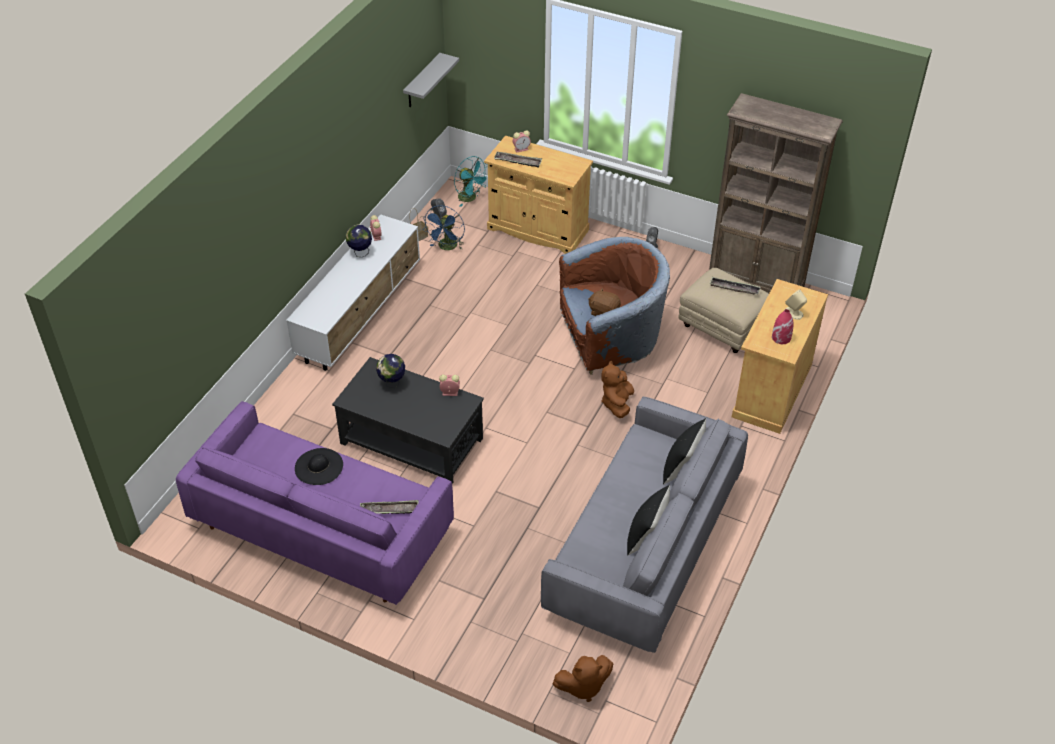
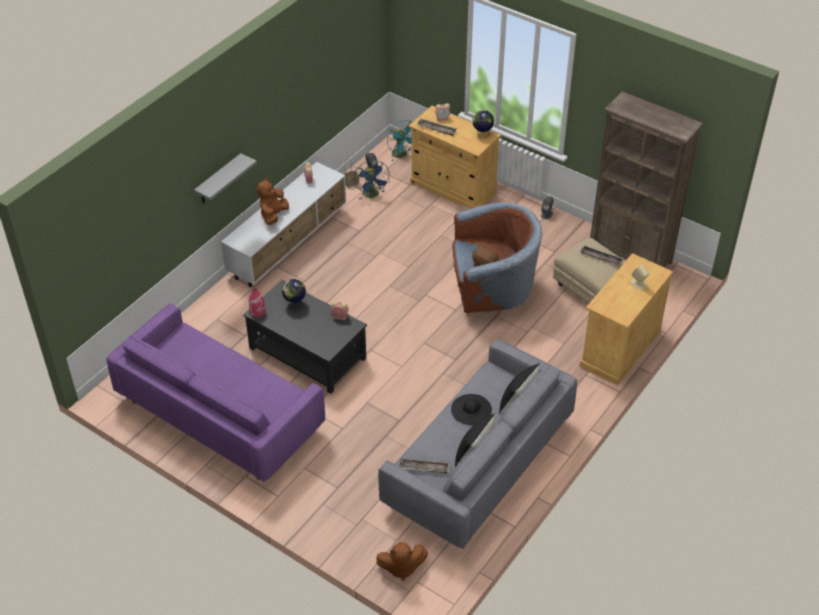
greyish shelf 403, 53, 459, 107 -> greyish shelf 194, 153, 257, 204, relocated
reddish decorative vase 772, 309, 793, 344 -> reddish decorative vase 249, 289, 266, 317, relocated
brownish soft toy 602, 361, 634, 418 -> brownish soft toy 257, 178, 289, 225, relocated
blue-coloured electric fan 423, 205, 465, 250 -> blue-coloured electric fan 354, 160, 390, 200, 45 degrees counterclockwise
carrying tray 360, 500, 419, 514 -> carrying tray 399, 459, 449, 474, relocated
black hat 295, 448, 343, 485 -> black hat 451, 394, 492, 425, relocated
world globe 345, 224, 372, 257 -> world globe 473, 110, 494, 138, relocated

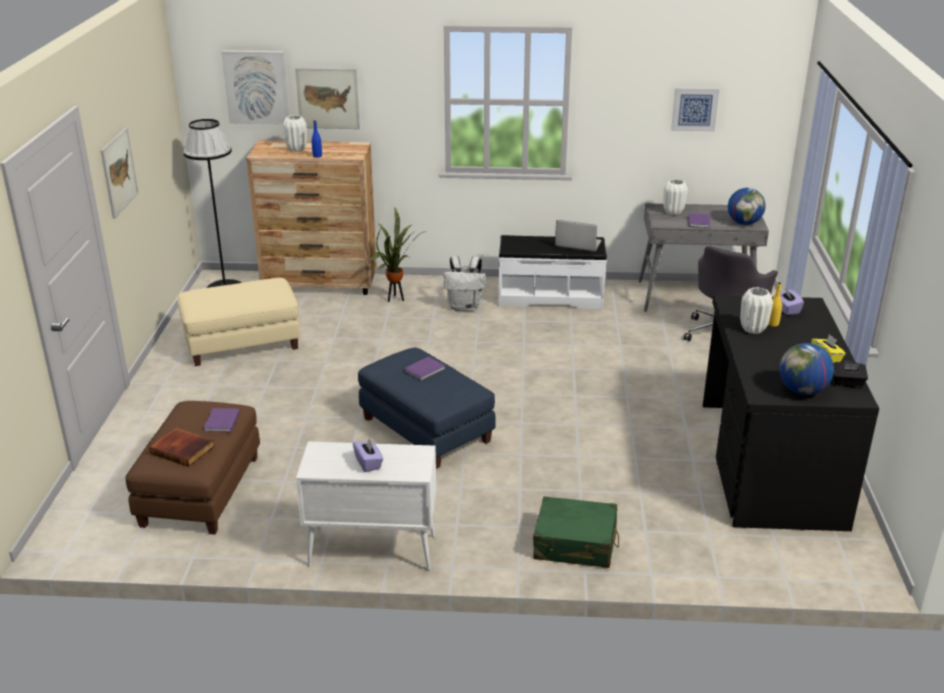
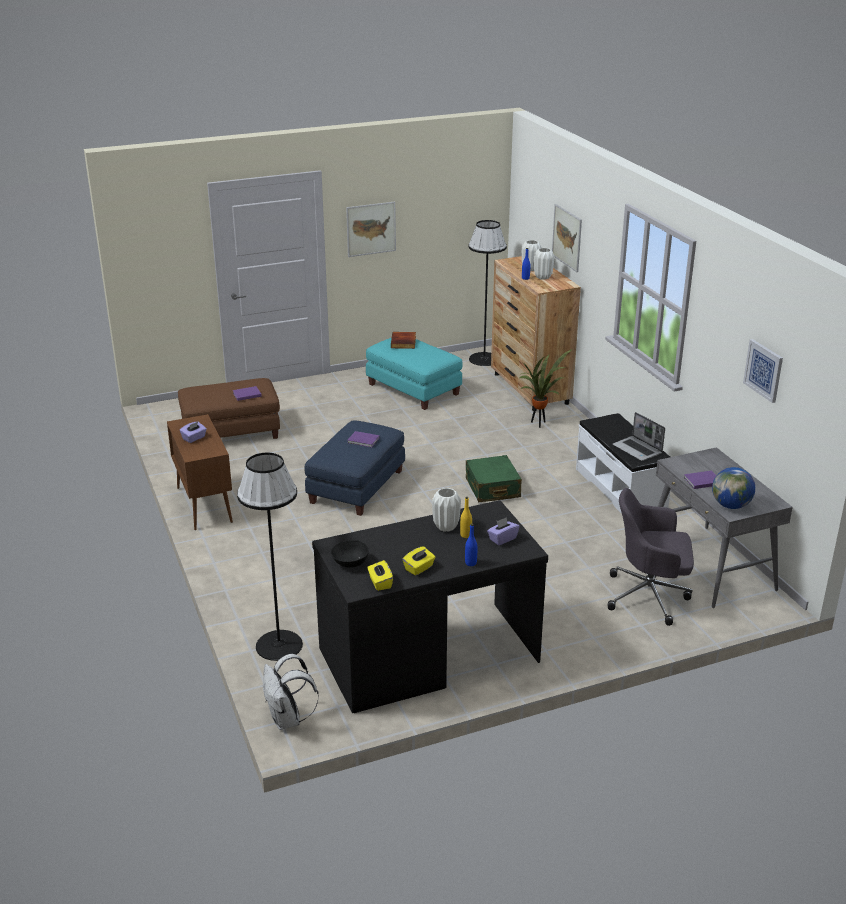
white cabinet 296, 442, 436, 571 -> brownish cabinet 167, 414, 233, 530
none -> black floor lamp 237, 453, 303, 661
white knapsack 444, 256, 486, 311 -> white knapsack 263, 654, 319, 730, relocated
world globe 779, 343, 834, 395 -> black deep dish 331, 540, 369, 568
beige-coloured footrest 177, 278, 300, 366 -> turquoise footrest 366, 338, 463, 410
black box of tissues 833, 362, 868, 387 -> yellowish box of tissues 367, 560, 393, 591
book 149, 427, 215, 467 -> book 391, 332, 416, 349, relocated
none -> blue-coloured beverage bottle 465, 524, 477, 566
green suitcase 533, 496, 619, 568 -> green suitcase 466, 455, 522, 502, relocated
white decorative vase 663, 179, 688, 215 -> white decorative vase 534, 248, 555, 280, relocated
notebook computer 555, 220, 602, 252 -> notebook computer 612, 412, 665, 461, 150 degrees clockwise
wall picture 221, 50, 289, 124 -> none

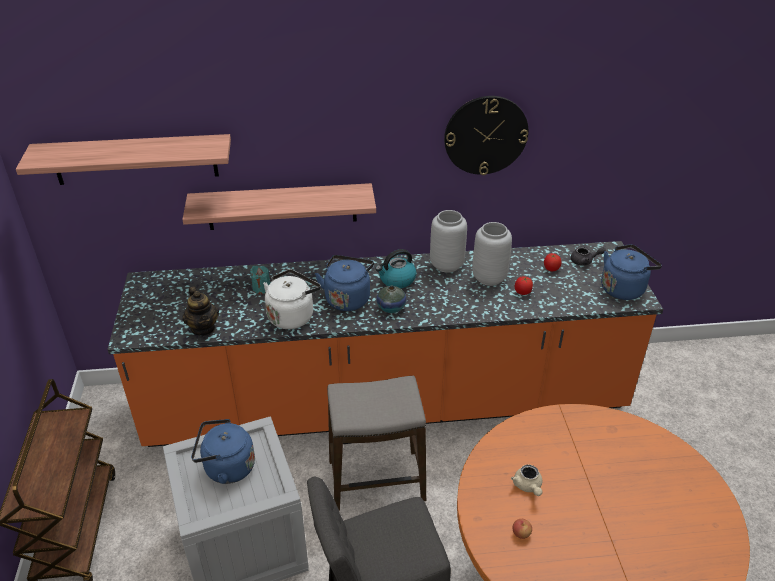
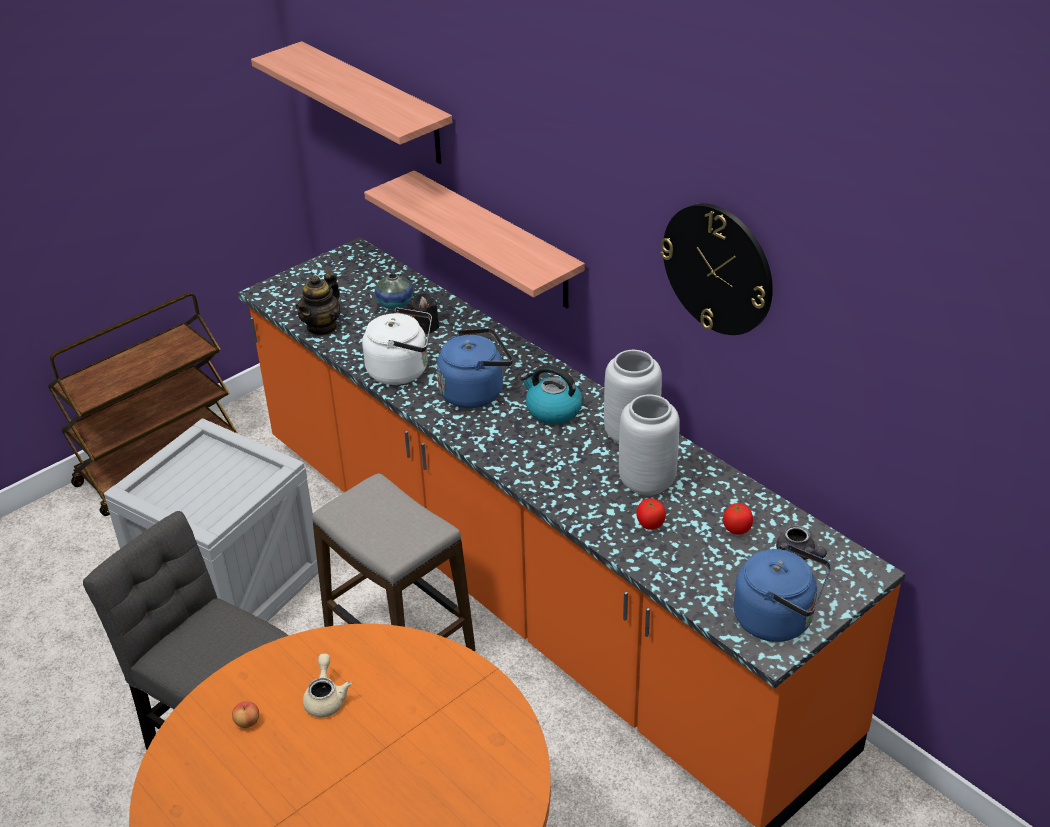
beige-coloured tea pot 511, 464, 543, 496 -> beige-coloured tea pot 303, 654, 352, 718, 135 degrees clockwise
decorative vase 376, 286, 406, 313 -> decorative vase 375, 274, 413, 310, relocated
turquoise wax candle 250, 266, 270, 294 -> black wax candle 410, 293, 439, 334
blue-coloured kettle 191, 419, 255, 484 -> none

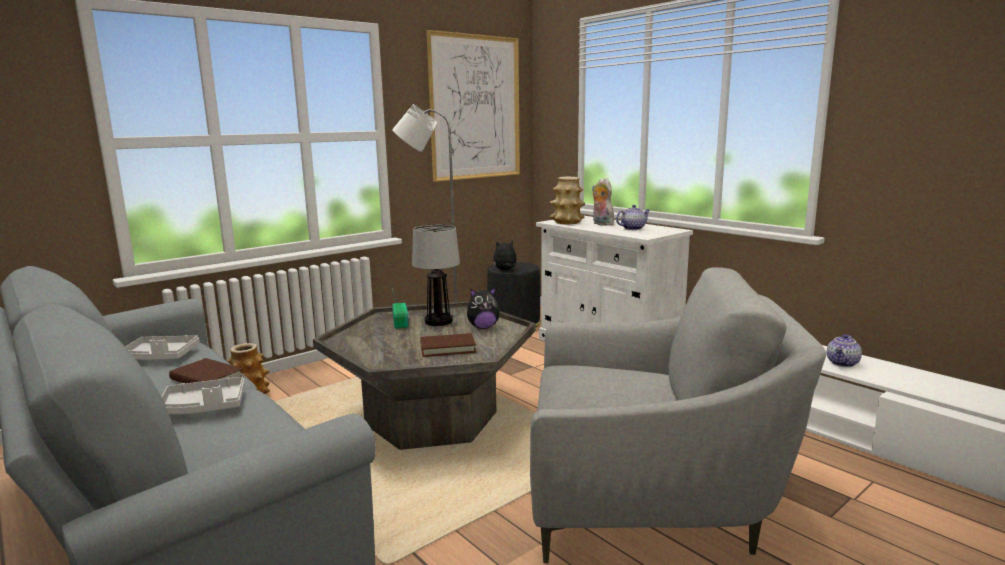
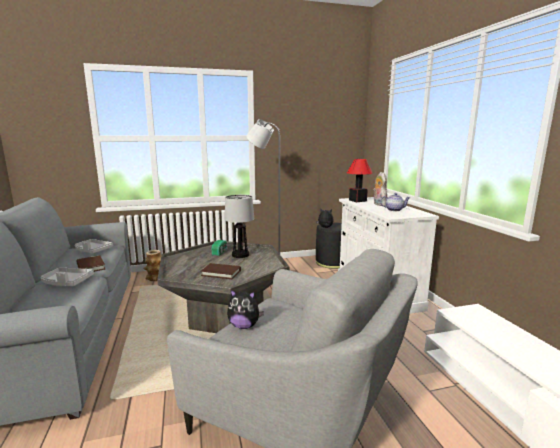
soft toy 467, 287, 500, 329 -> soft toy 227, 290, 264, 329, relocated
decorative vase 550, 177, 585, 224 -> lamp for a table 347, 159, 373, 202
wall picture 426, 30, 520, 182 -> none
tea pot 826, 334, 862, 367 -> none

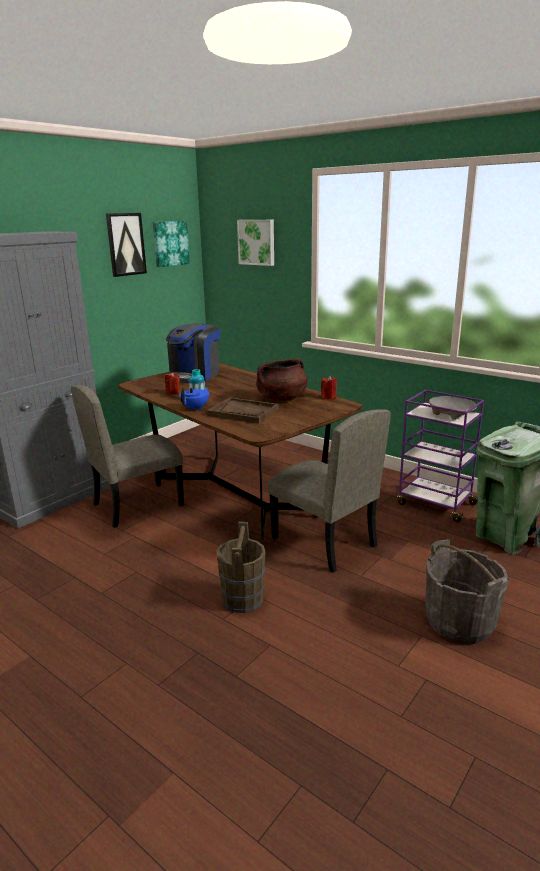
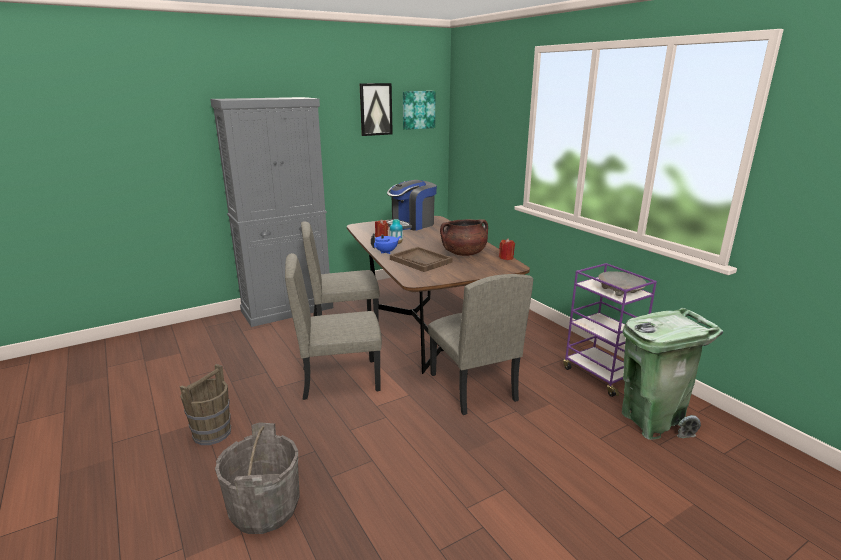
brownish water bucket 216, 522, 265, 613 -> brownish water bucket 180, 364, 231, 445, relocated
greyish water bucket 425, 539, 509, 644 -> greyish water bucket 215, 422, 299, 534, relocated
none -> beige-coloured plain chair 285, 253, 382, 400
wall picture 237, 220, 274, 266 -> none

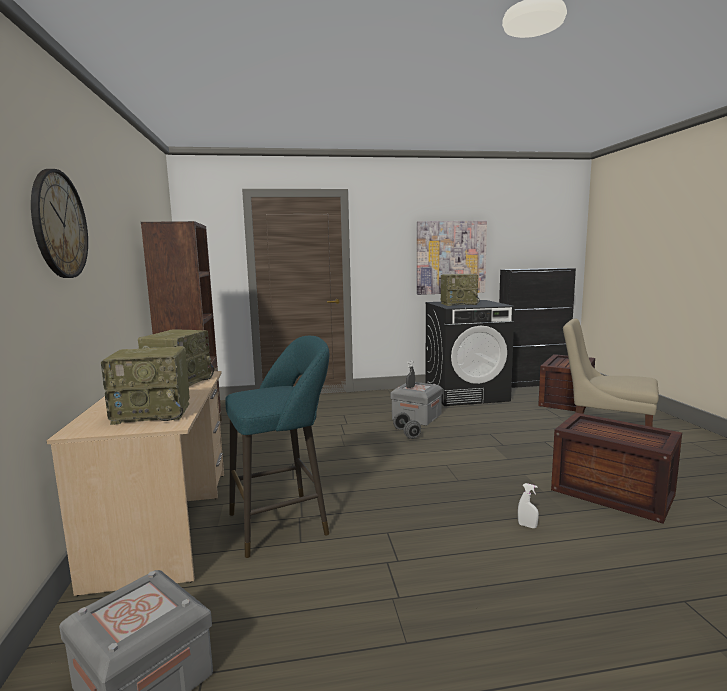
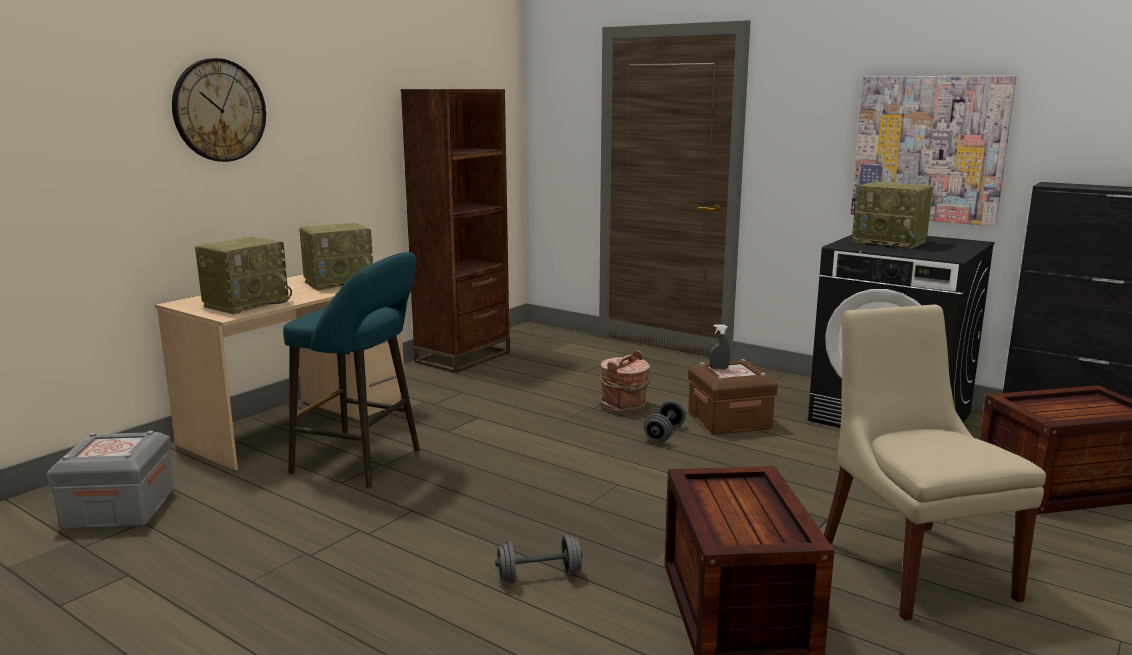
radio receiver 101, 346, 190, 425 -> radio receiver 195, 237, 292, 314, 90 degrees counterclockwise
white sprayer 518, 483, 539, 528 -> greyish free weight 495, 535, 583, 583
none -> brownish water bucket 600, 350, 650, 413
greyish storage box 390, 382, 443, 426 -> brownish storage box 688, 359, 778, 435

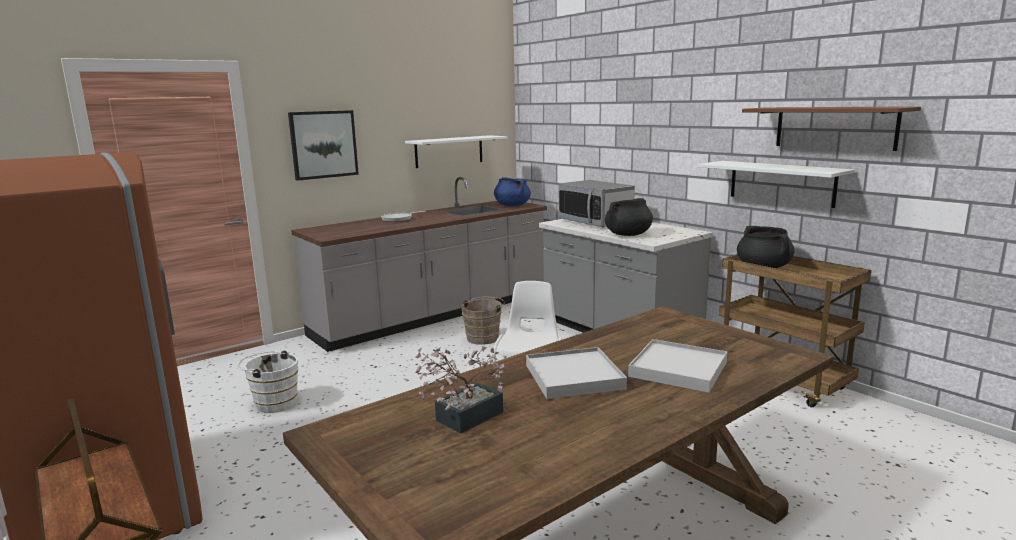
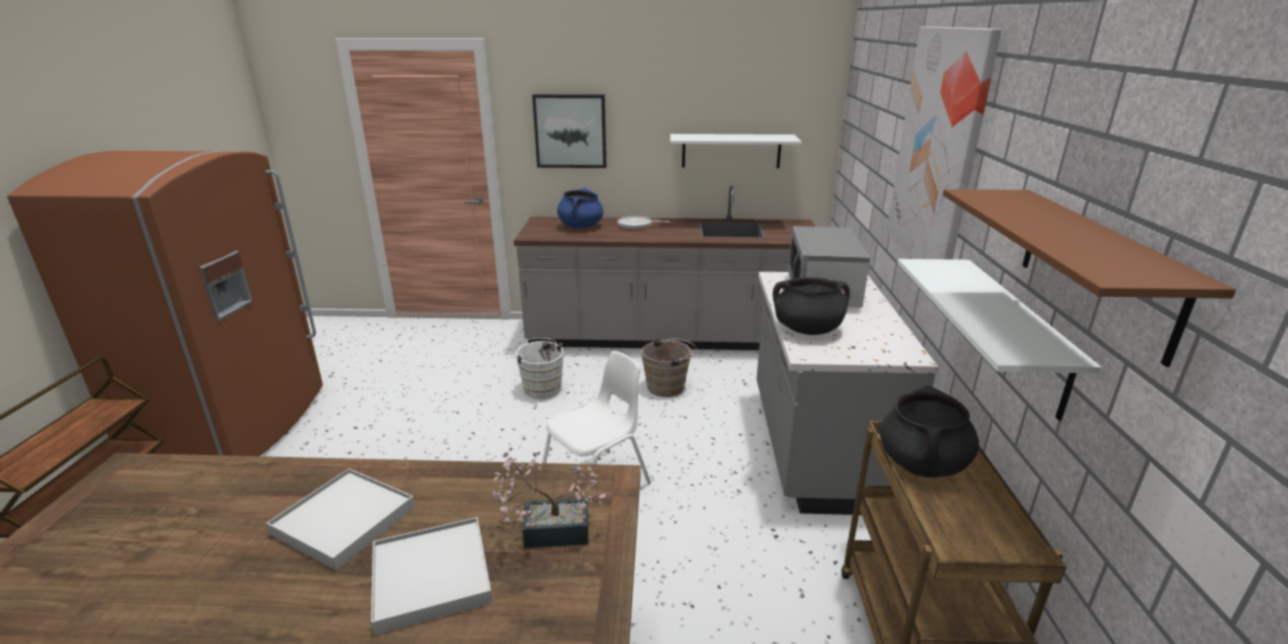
plant in a pot 414, 346, 504, 434 -> plant in a pot 493, 448, 606, 548, relocated
white water bucket 238, 351, 298, 413 -> white water bucket 514, 338, 564, 399, relocated
blue-coloured stockpot 494, 177, 531, 206 -> blue-coloured stockpot 557, 188, 603, 228, relocated
none -> wall picture 886, 26, 1002, 259

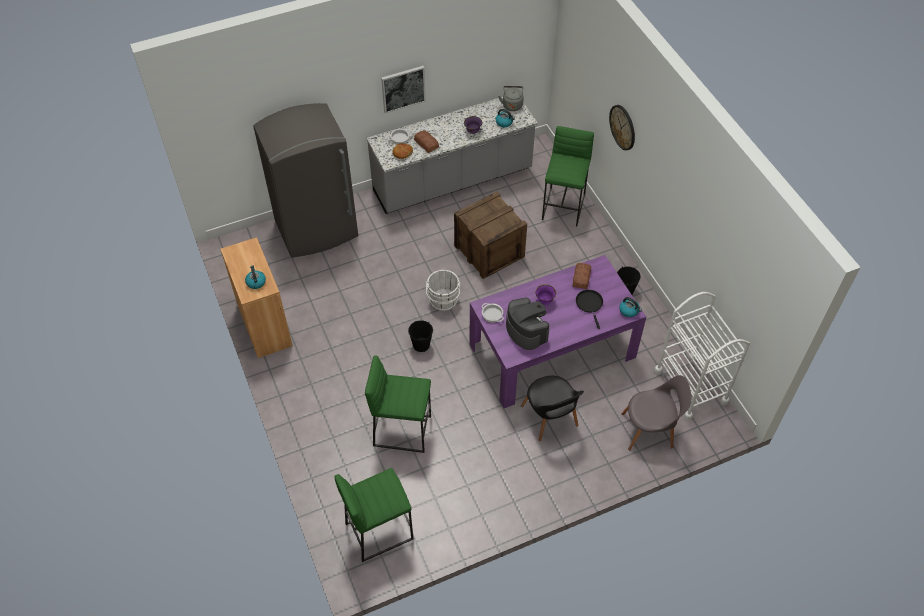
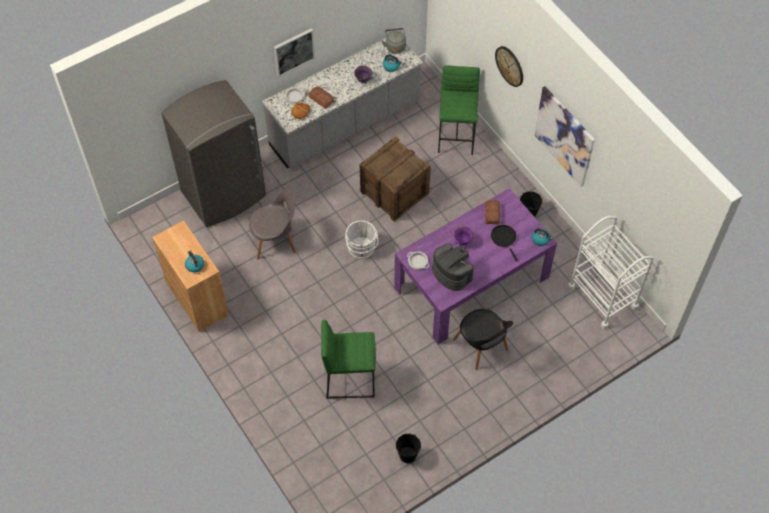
greyish plain chair 622, 375, 692, 450 -> greyish plain chair 249, 189, 296, 259, relocated
black water bucket 408, 320, 433, 352 -> black water bucket 396, 434, 421, 463, relocated
none -> wall picture 534, 86, 595, 187
green sitting stool 334, 468, 413, 562 -> none

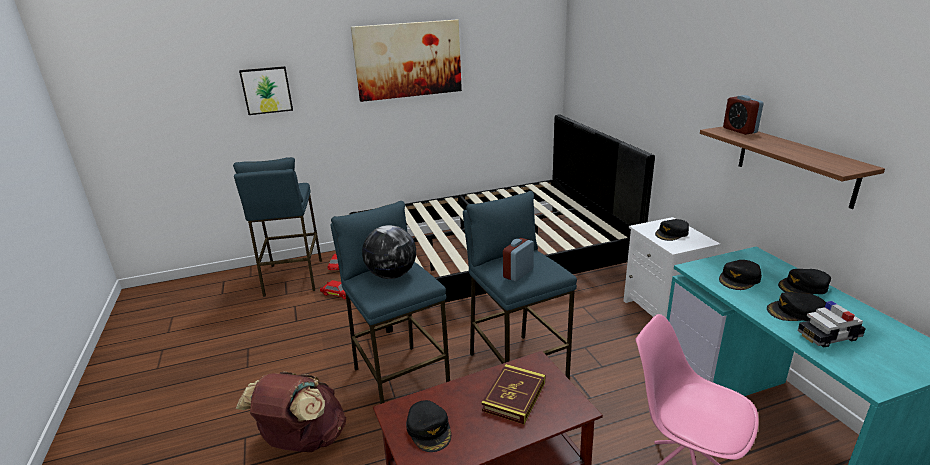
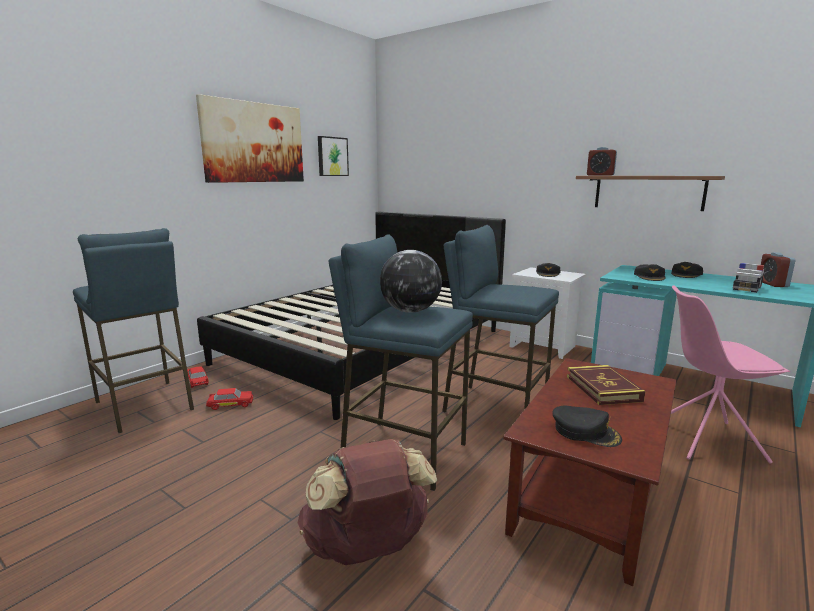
wall picture 239, 66, 293, 115 -> wall picture 318, 136, 349, 176, relocated
table clock 503, 238, 534, 282 -> table clock 761, 252, 795, 287, relocated
black baseball cap 767, 292, 826, 321 -> none

